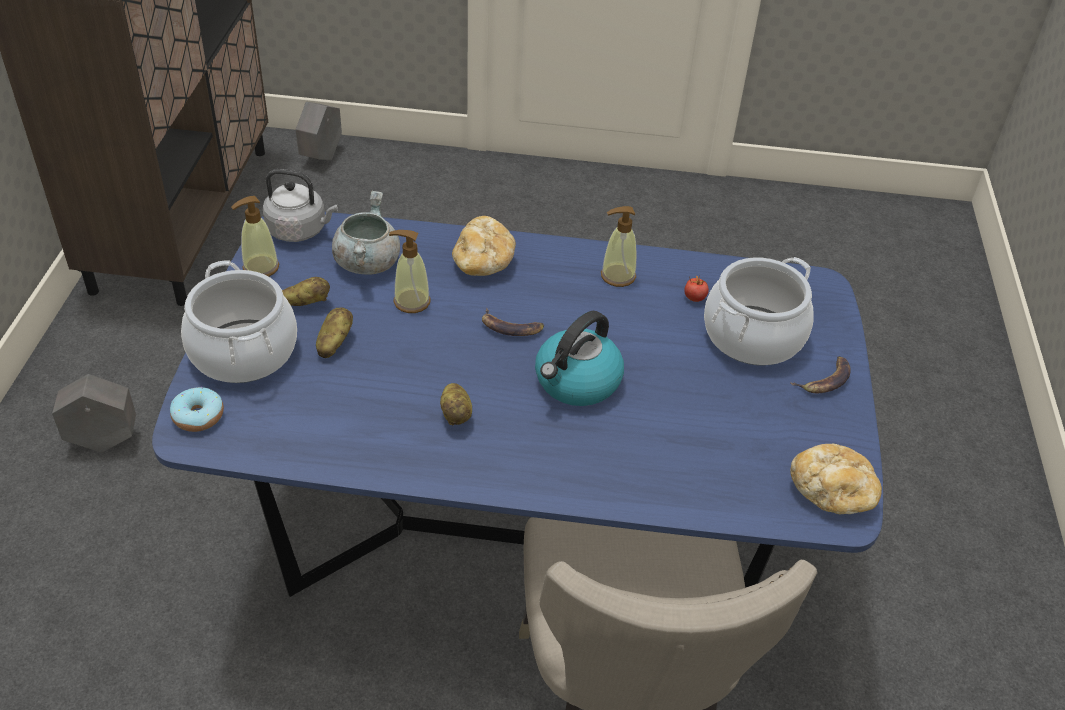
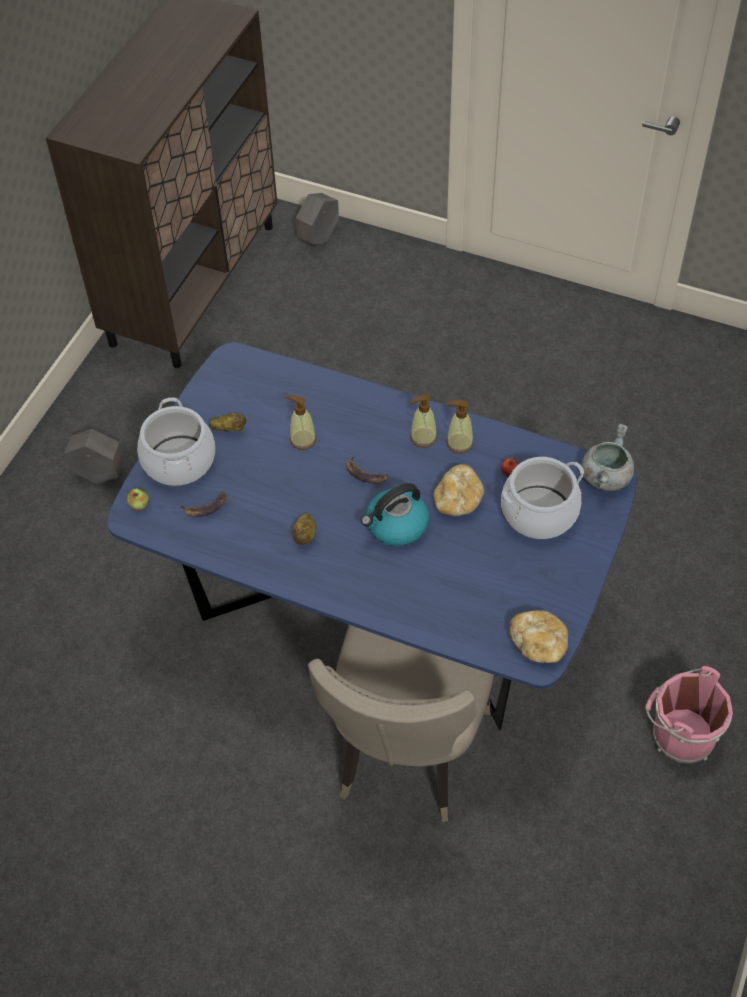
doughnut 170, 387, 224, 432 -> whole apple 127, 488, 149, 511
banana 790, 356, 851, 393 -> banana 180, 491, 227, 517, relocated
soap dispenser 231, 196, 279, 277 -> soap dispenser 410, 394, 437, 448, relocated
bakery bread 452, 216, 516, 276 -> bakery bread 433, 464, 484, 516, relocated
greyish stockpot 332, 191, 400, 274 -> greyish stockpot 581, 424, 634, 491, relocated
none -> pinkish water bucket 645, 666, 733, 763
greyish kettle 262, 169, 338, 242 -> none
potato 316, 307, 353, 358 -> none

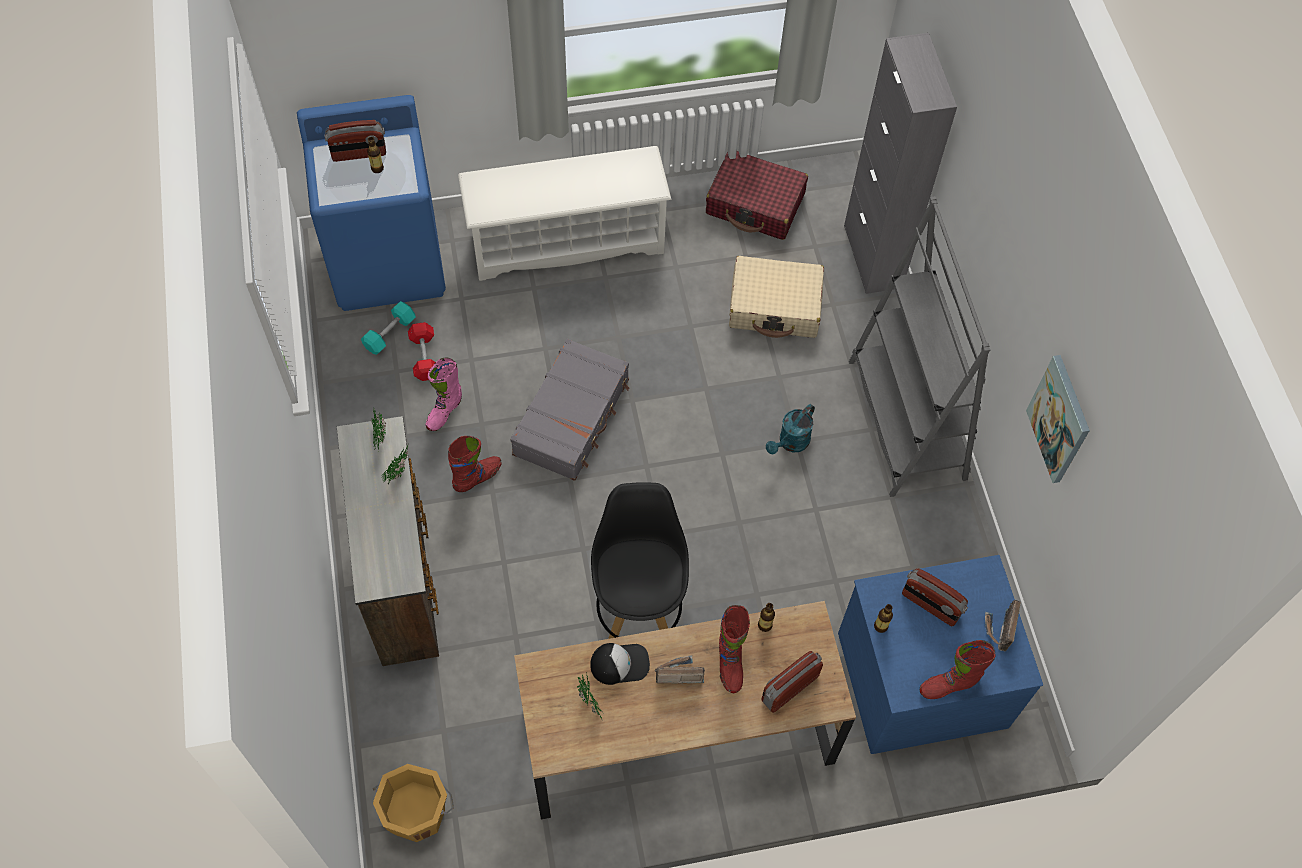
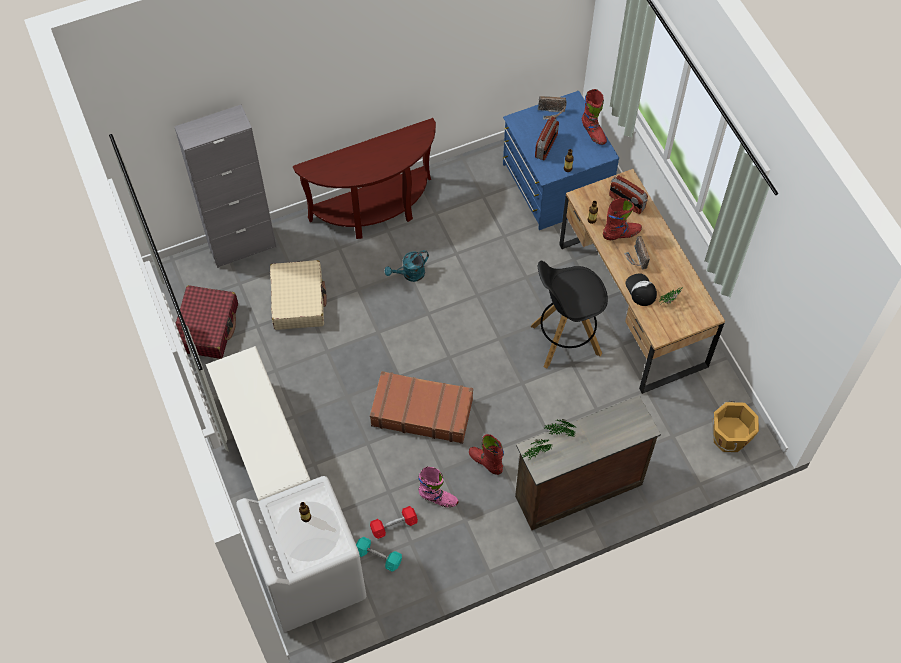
blue-coloured laundry appliance 297, 95, 446, 311 -> white laundry appliance 236, 476, 366, 632
greyish bookshelf 849, 196, 990, 497 -> brownish hall table 293, 118, 436, 239
greyish suitcase 510, 338, 629, 481 -> brownish suitcase 370, 371, 473, 444
turquoise watering pot 766, 404, 815, 454 -> turquoise watering pot 385, 250, 429, 282, 120 degrees clockwise
radio receiver 324, 120, 386, 162 -> none
wall picture 1026, 355, 1090, 483 -> none

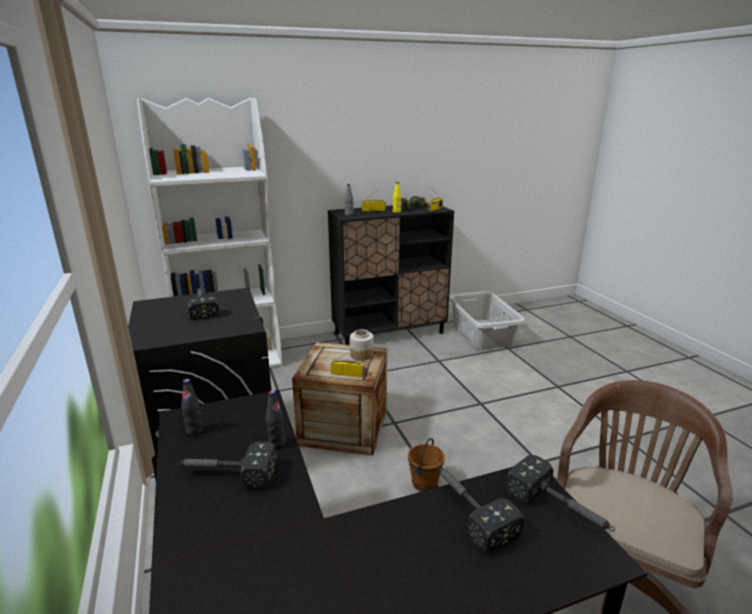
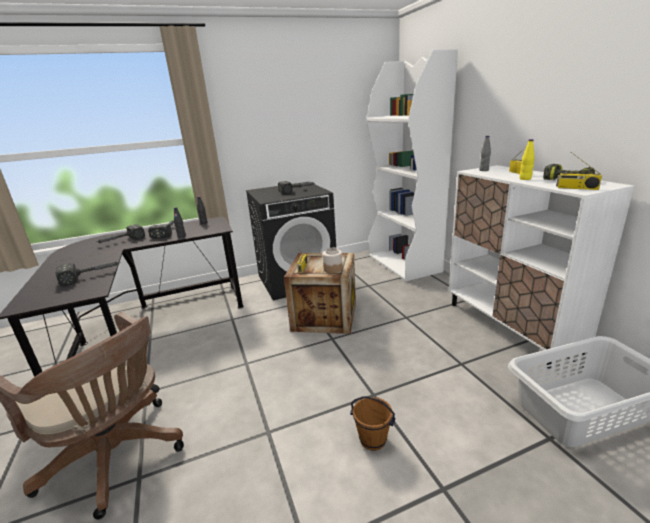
hand hammer 506, 455, 615, 531 -> hand hammer 96, 224, 145, 243, relocated
brownish water bucket 408, 438, 445, 492 -> brownish water bucket 350, 396, 395, 451, relocated
black cabinet 328, 203, 454, 345 -> white cabinet 449, 165, 635, 368

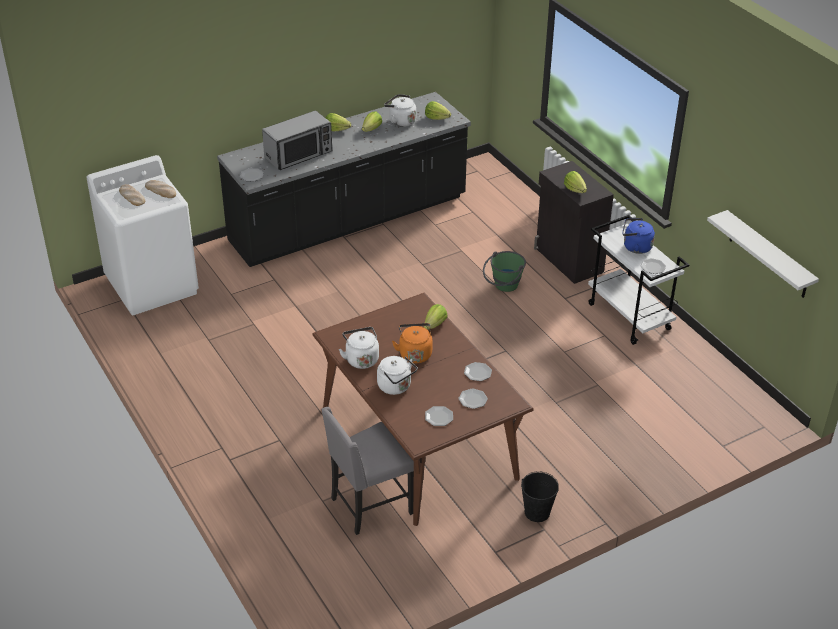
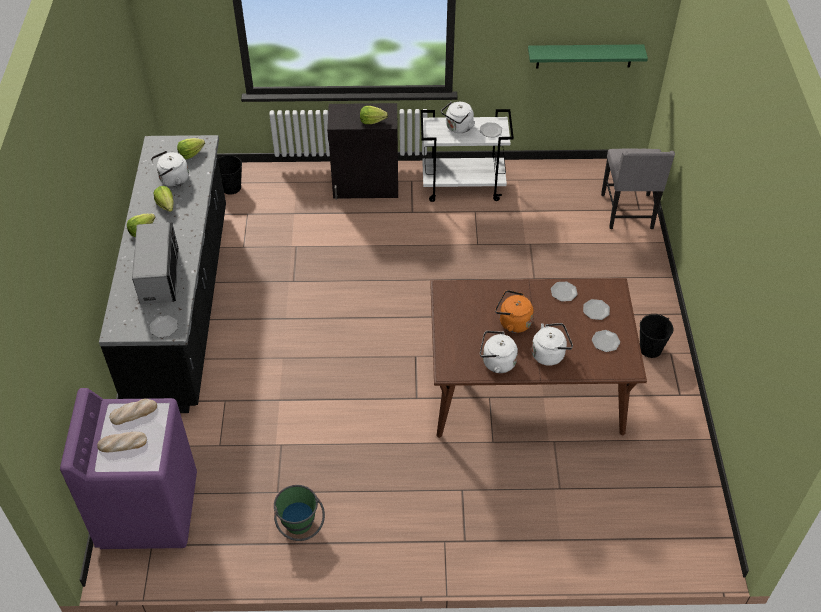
white laundry appliance 86, 155, 199, 315 -> purple-coloured laundry appliance 60, 388, 197, 549
none -> black water bucket 218, 155, 242, 195
green water bucket 483, 251, 526, 292 -> green water bucket 274, 485, 325, 541, relocated
blue-coloured kettle 622, 218, 655, 254 -> white kettle 441, 102, 475, 133
white shelf 707, 210, 819, 298 -> green shelf 528, 44, 648, 68
greyish plain chair 321, 407, 414, 535 -> greyish plain chair 601, 148, 675, 229, relocated
head of lettuce 424, 304, 448, 330 -> none

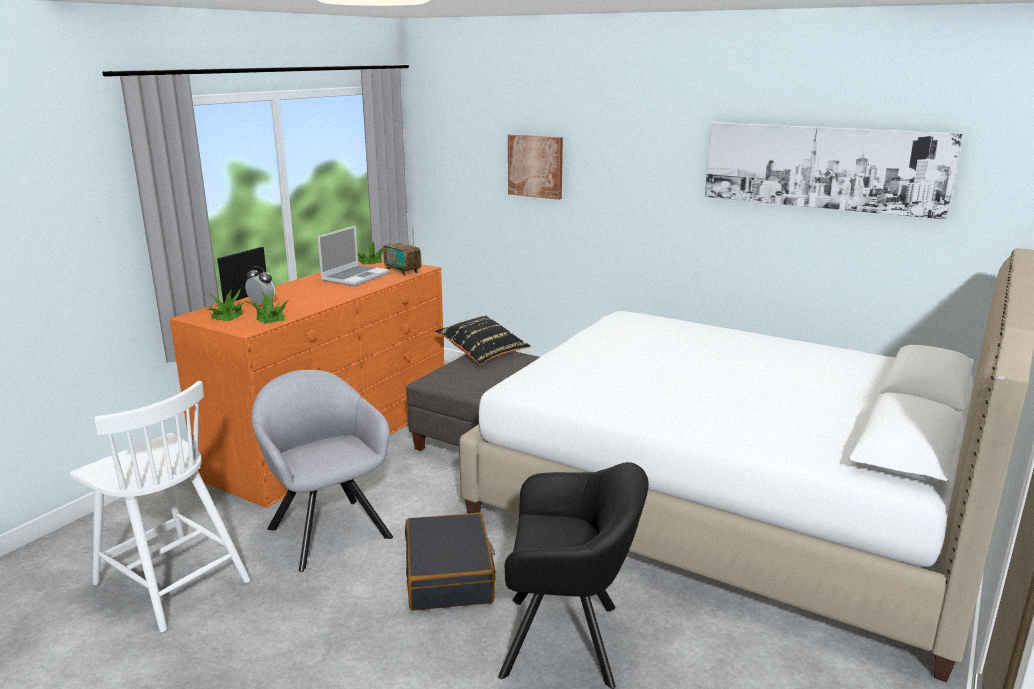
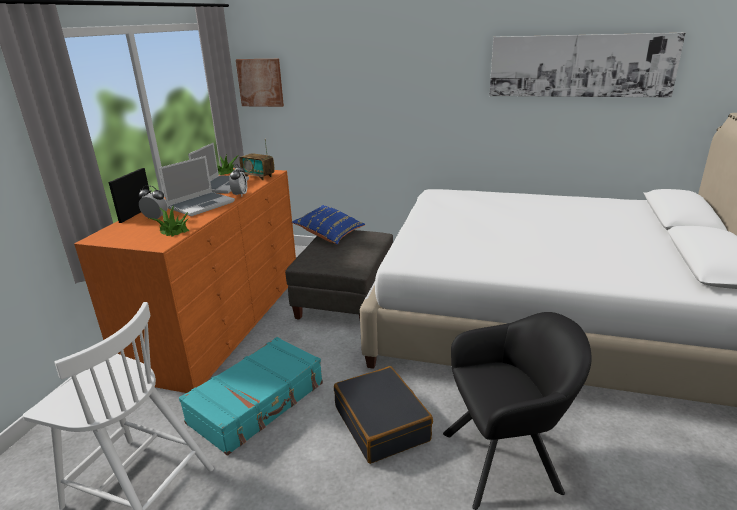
none -> notebook computer 159, 156, 235, 216
greyish armchair 251, 370, 393, 572 -> turquoise suitcase 179, 337, 323, 456
none -> table clock 229, 164, 247, 197
wall picture 508, 134, 563, 200 -> wall picture 236, 59, 284, 107, relocated
black throw pillow 435, 316, 530, 365 -> blue-coloured throw pillow 292, 205, 365, 244
plant in a pot 206, 288, 243, 321 -> none

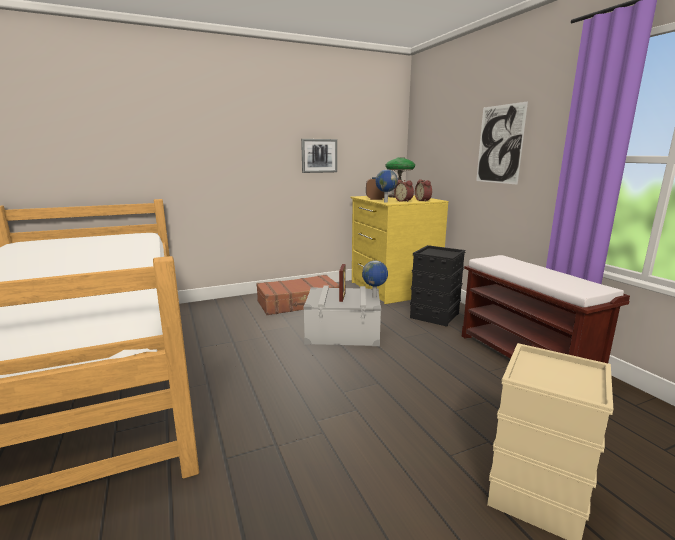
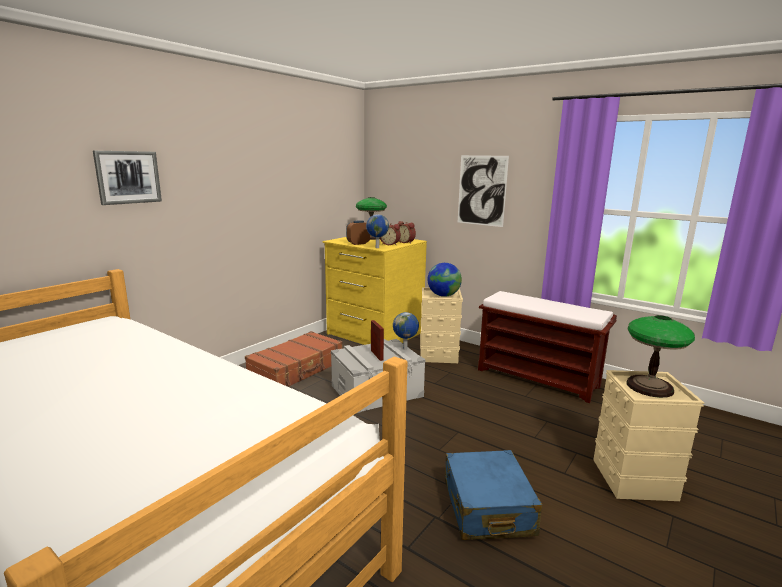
wall picture 301, 139, 337, 173 -> wall picture 93, 151, 162, 205, relocated
black storage box 410, 245, 466, 327 -> beige-coloured storage box 420, 287, 463, 363
none -> world globe 427, 263, 462, 297
none -> blue-coloured suitcase 445, 450, 542, 540
none -> lamp for a table 627, 315, 695, 398

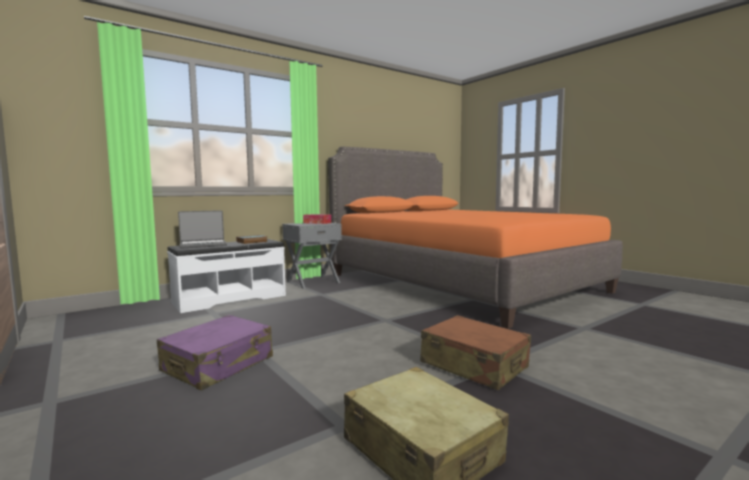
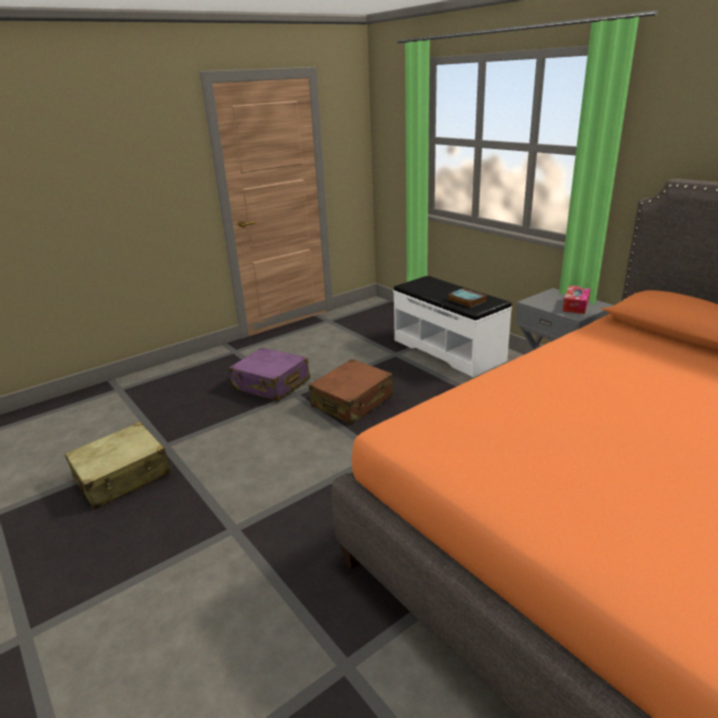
brownish suitcase 420, 315, 531, 390 -> brownish suitcase 309, 359, 393, 425, relocated
notebook computer 178, 210, 227, 249 -> none

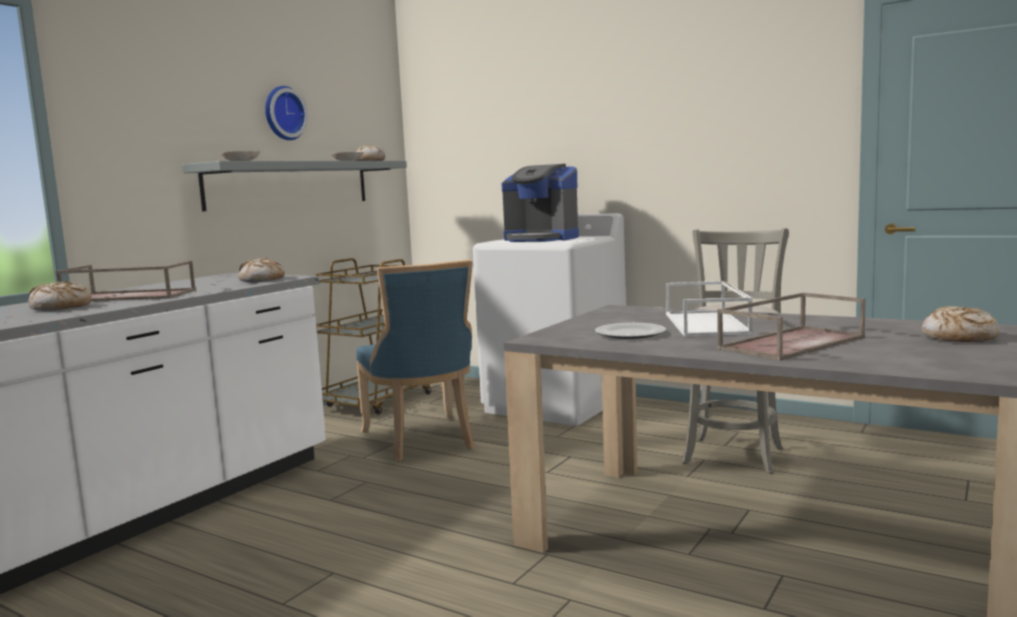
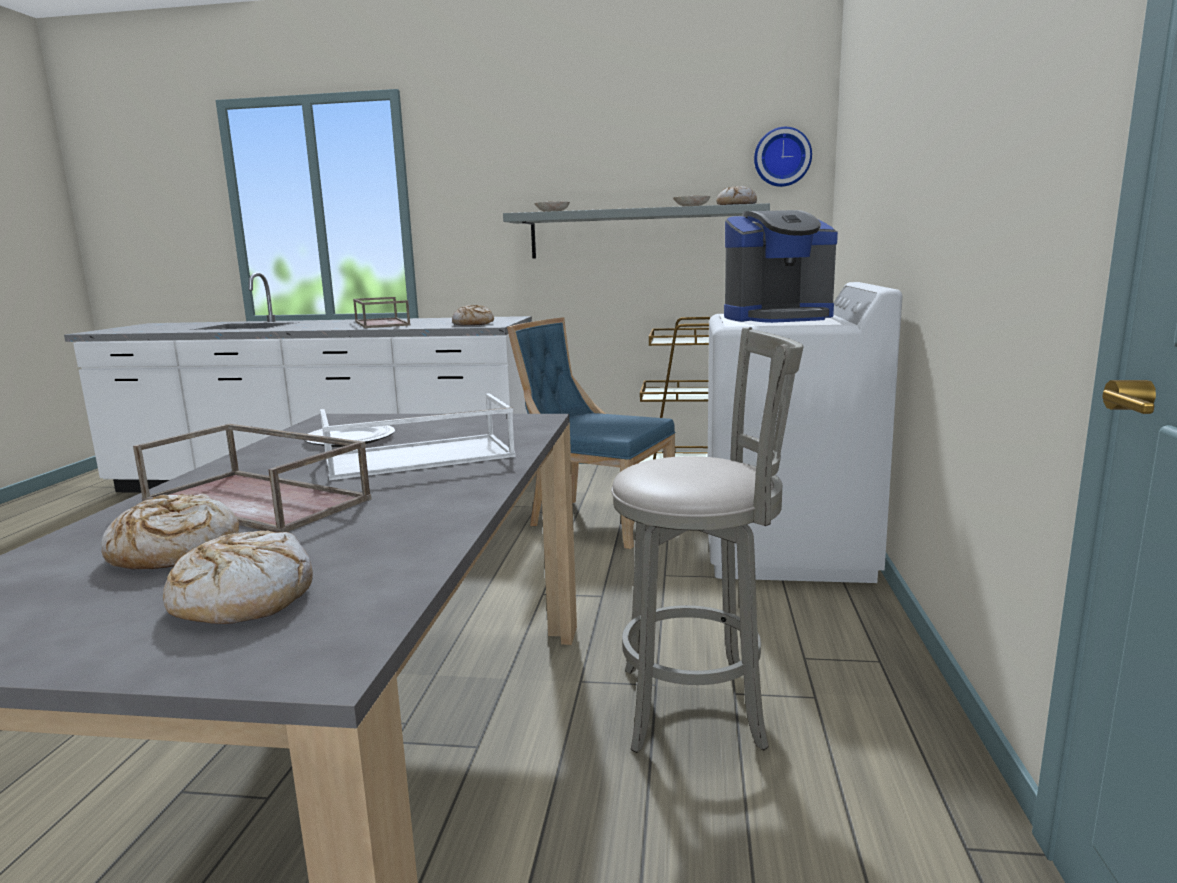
bakery bread 28, 281, 92, 311 -> bakery bread 101, 494, 239, 569, relocated
blue-coloured plain chair 356, 260, 474, 461 -> blue-coloured plain chair 507, 317, 675, 549, 75 degrees clockwise
coffee maker 502, 164, 579, 242 -> coffee maker 724, 210, 838, 323, 105 degrees counterclockwise
wall clock 265, 86, 308, 140 -> wall clock 754, 127, 812, 187, relocated

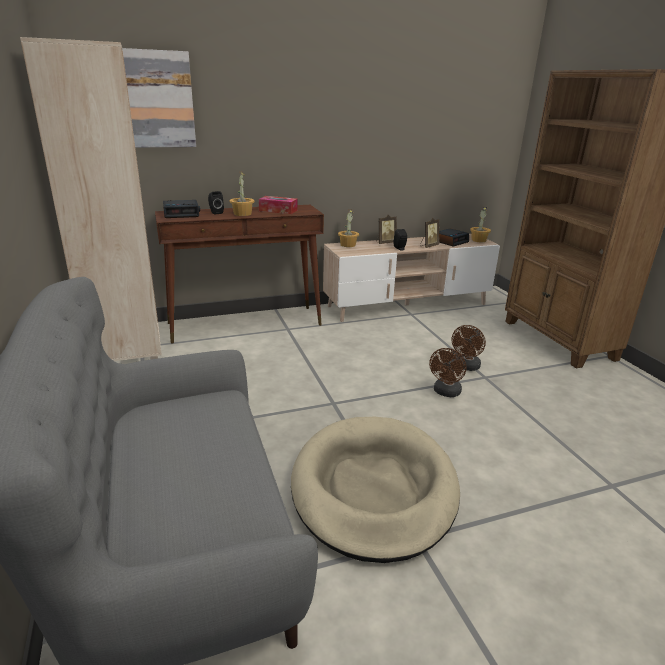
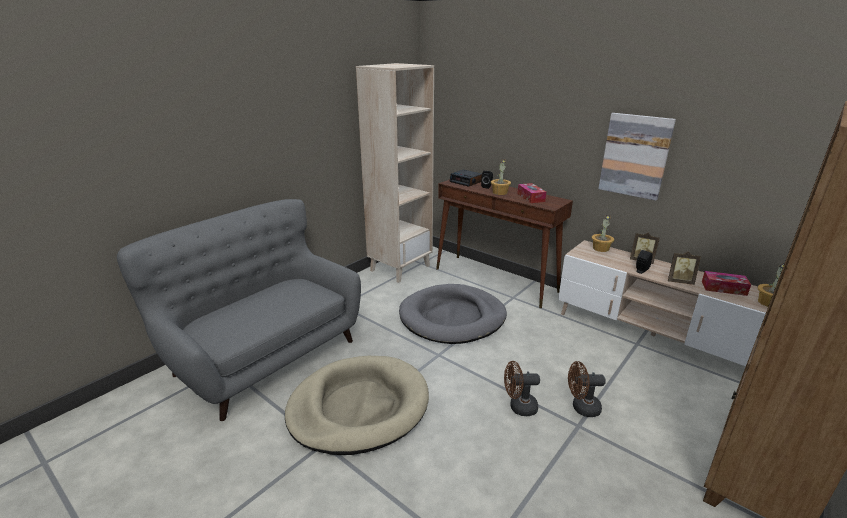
none -> greyish dog cushion 399, 284, 507, 344
wall picture 122, 48, 196, 147 -> wall picture 598, 113, 676, 201, relocated
table clock 439, 228, 469, 247 -> box of tissues 702, 271, 751, 296

